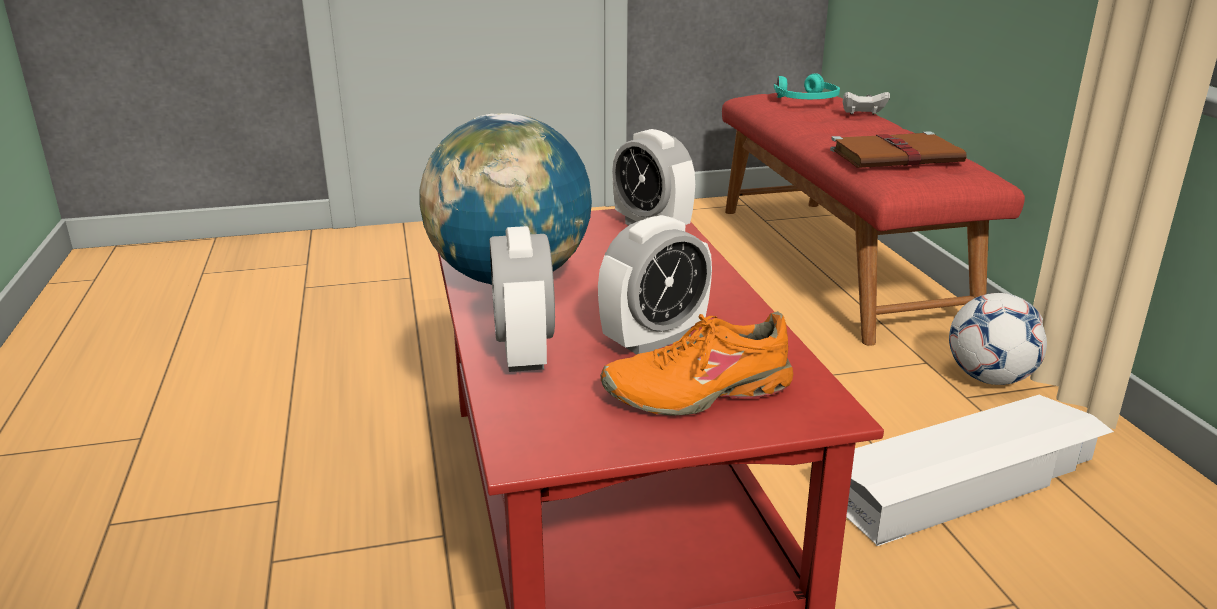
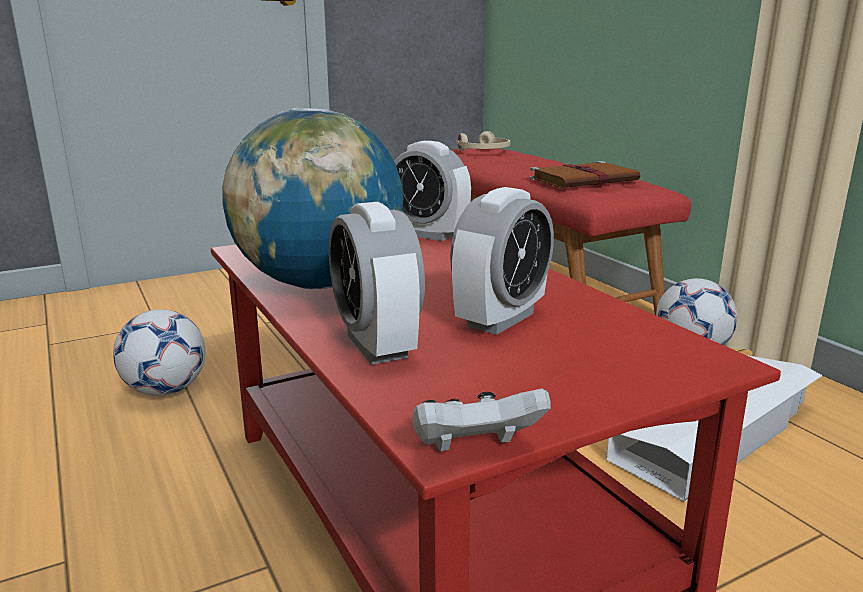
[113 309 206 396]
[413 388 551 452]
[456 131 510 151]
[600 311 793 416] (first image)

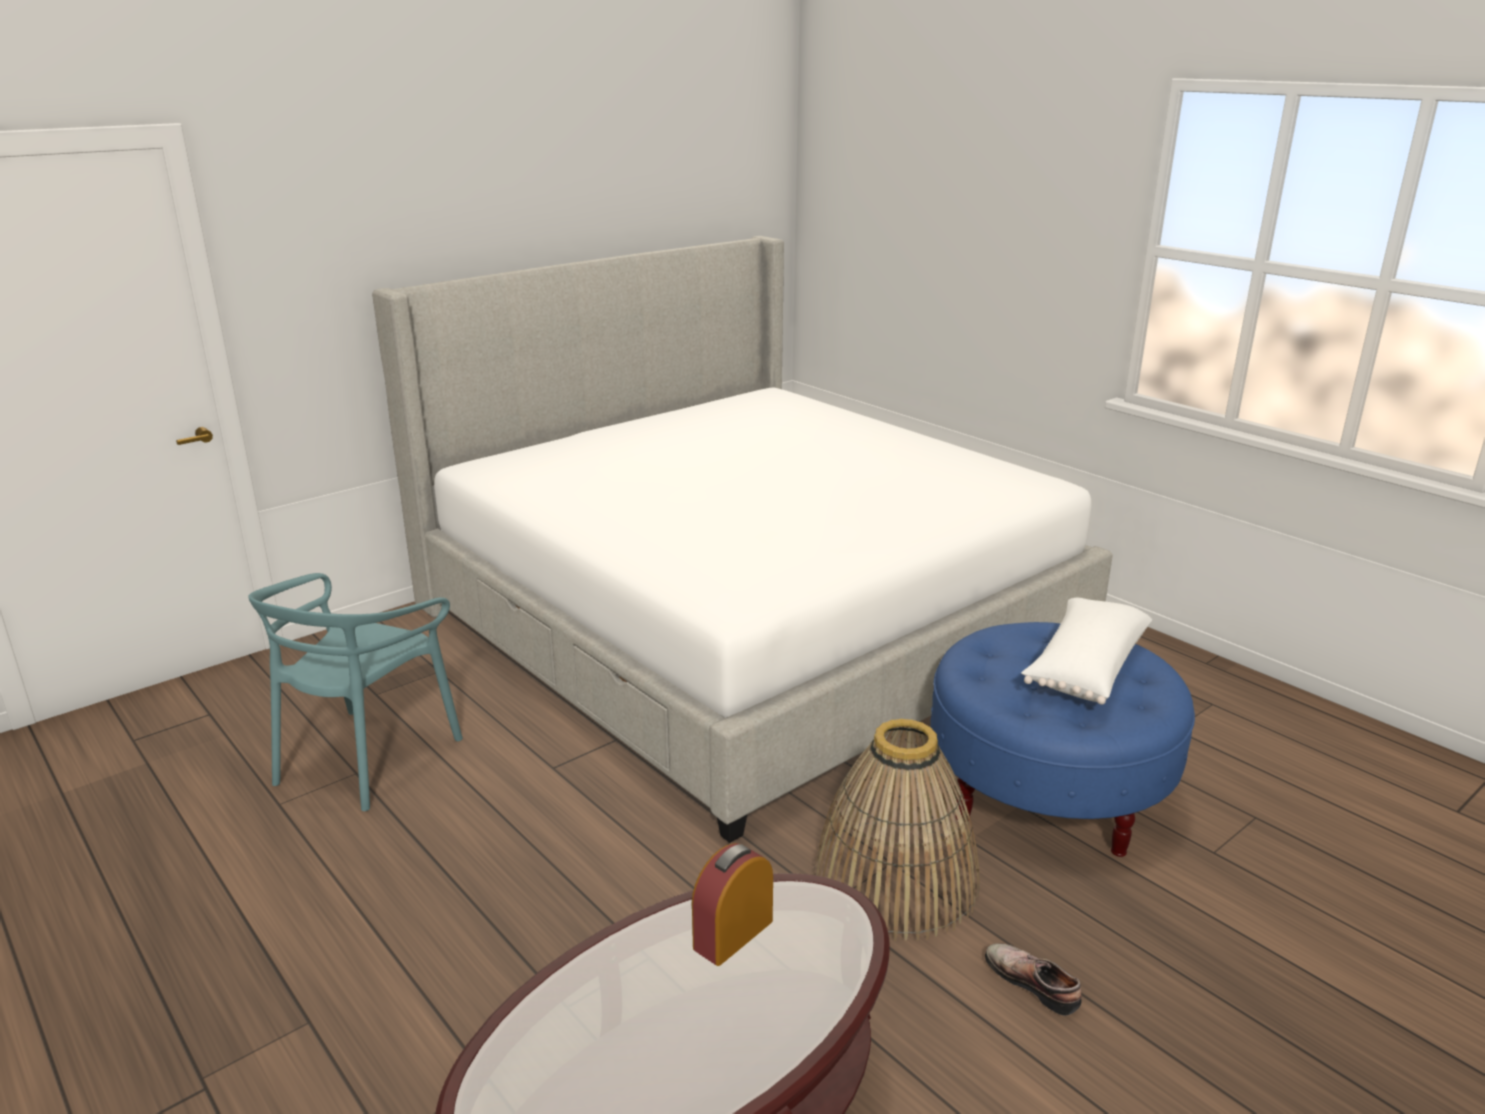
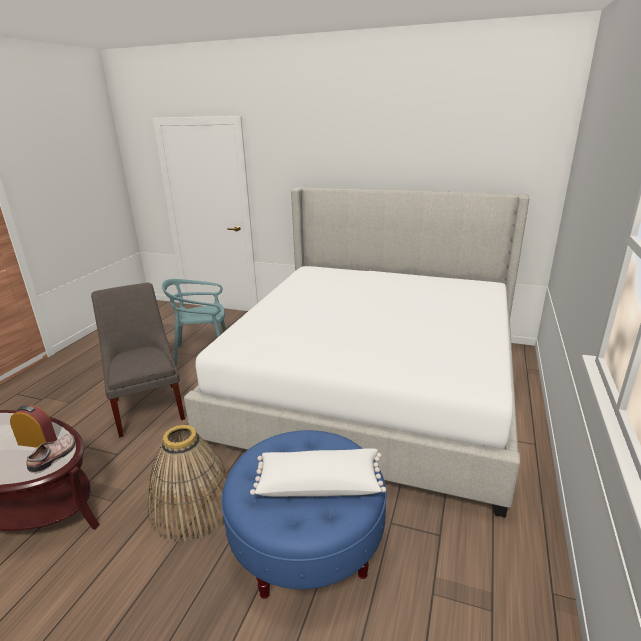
[26 434 75 472]
[91 282 185 437]

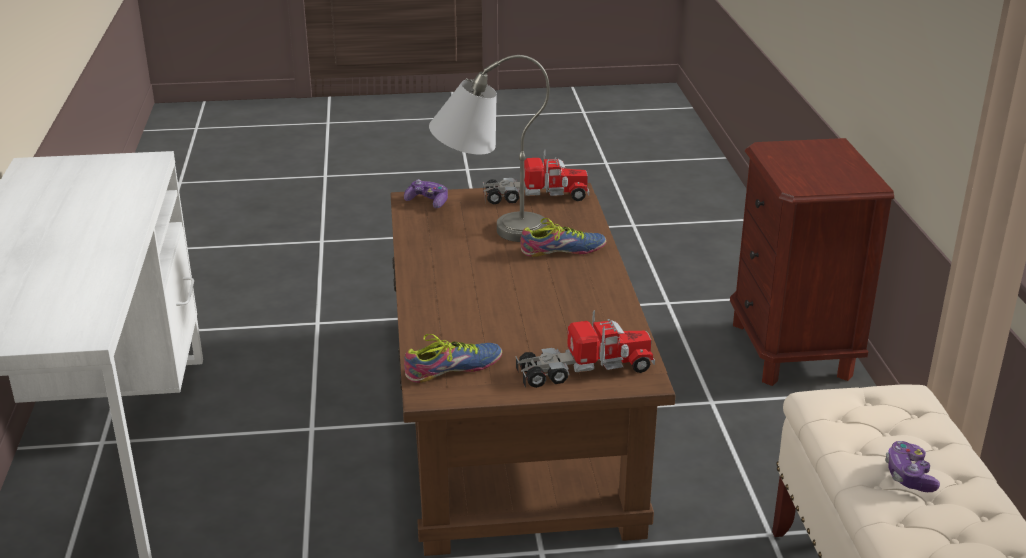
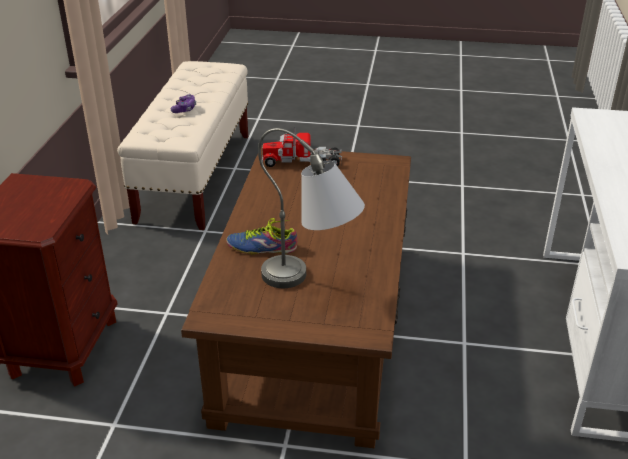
[404 179 448 208] (first image)
[404 334 502 383] (first image)
[483 150 589 204] (first image)

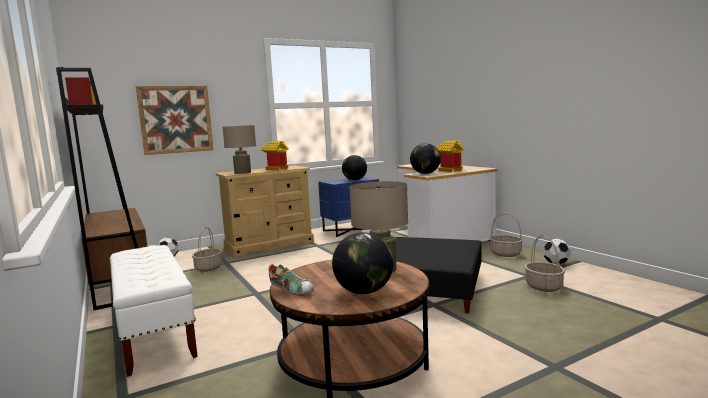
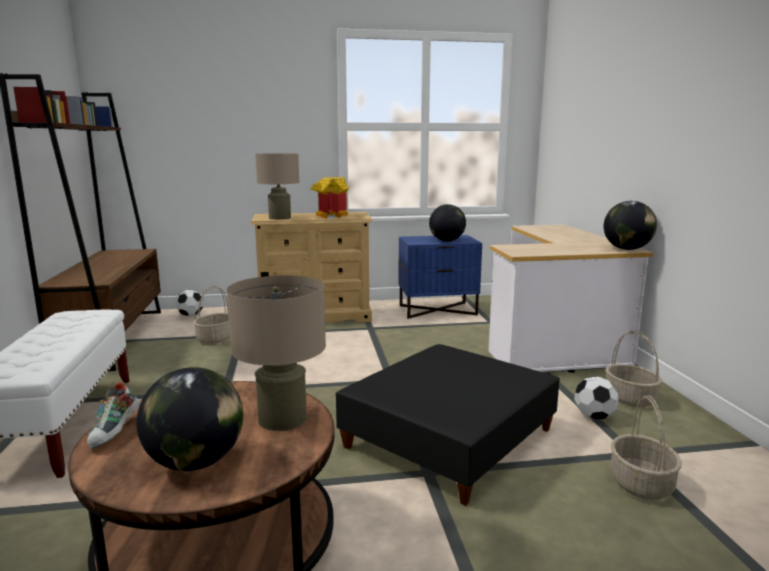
[87 382 140 449]
[574 377 619 420]
[604 201 657 250]
[136 86 214 155] (first image)
[436 140 464 172] (first image)

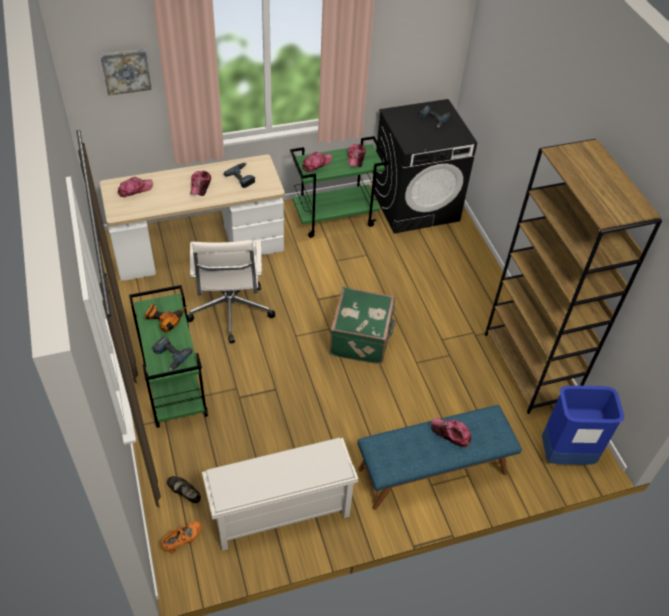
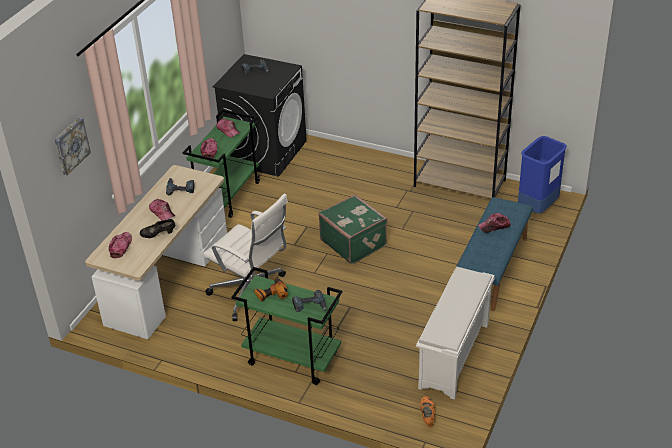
[140 219 175 238]

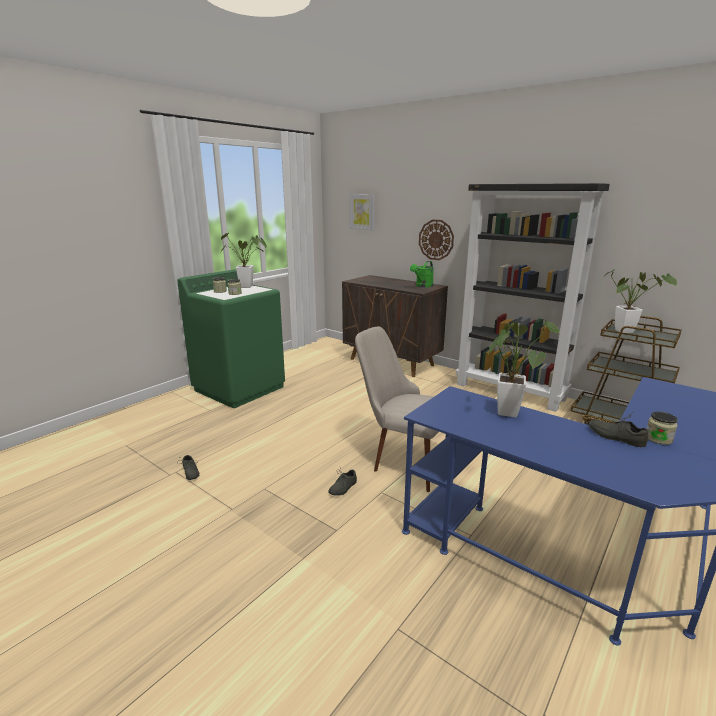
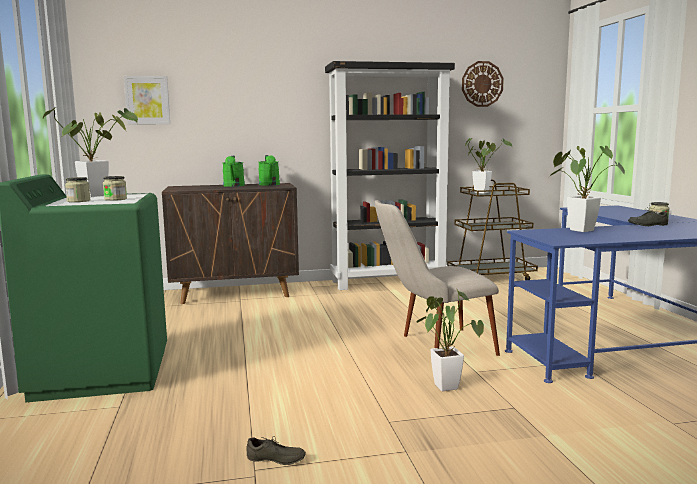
[222 156 245 187]
[416 289 484 391]
[462 61 504 107]

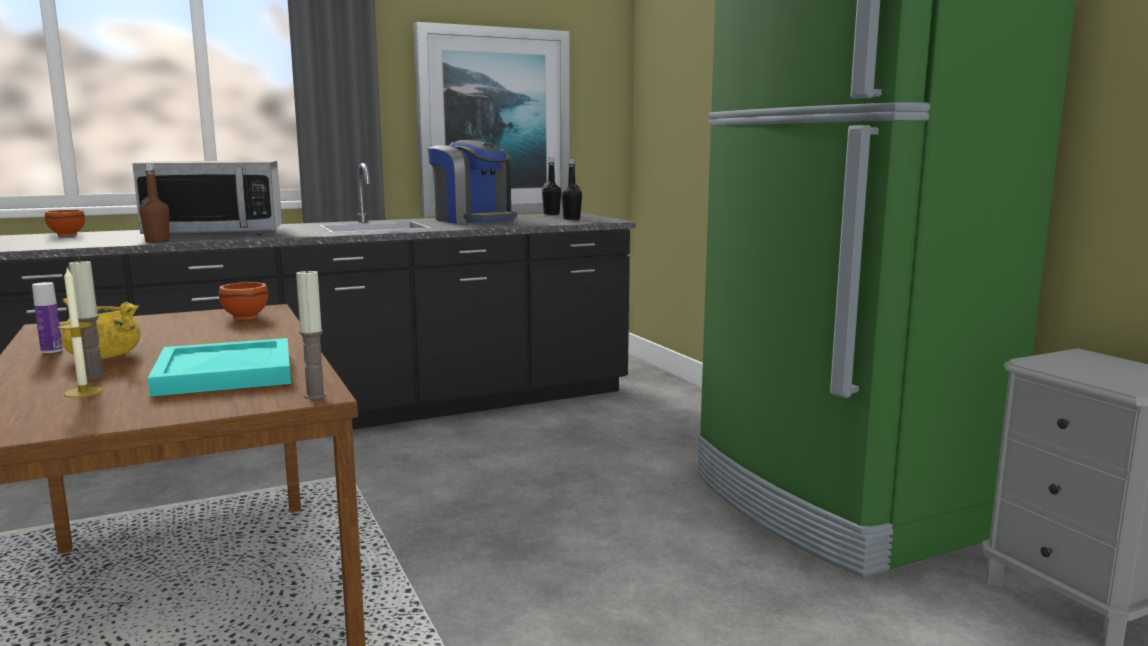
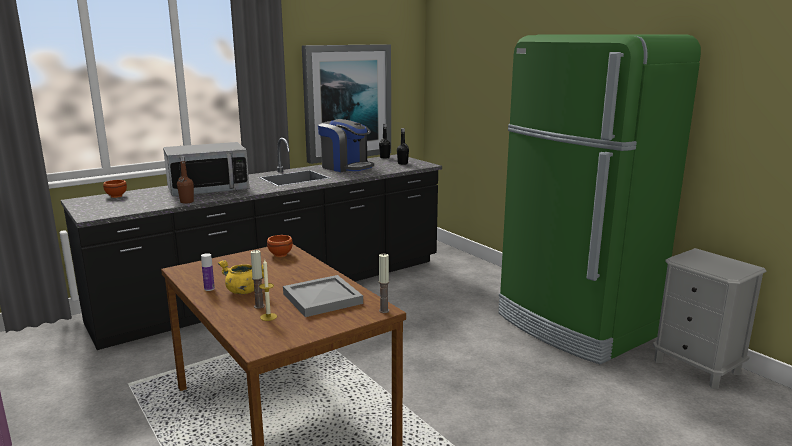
[283 275 363 317]

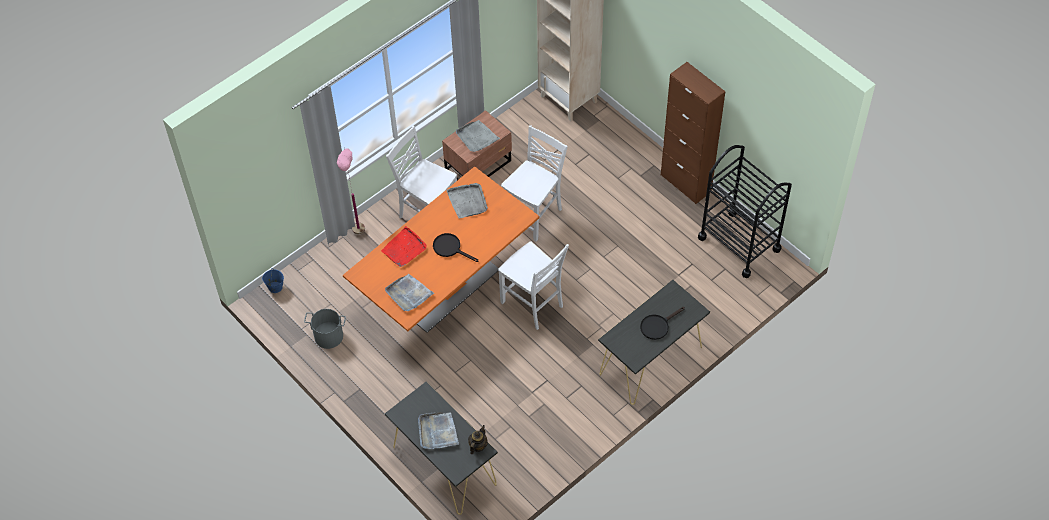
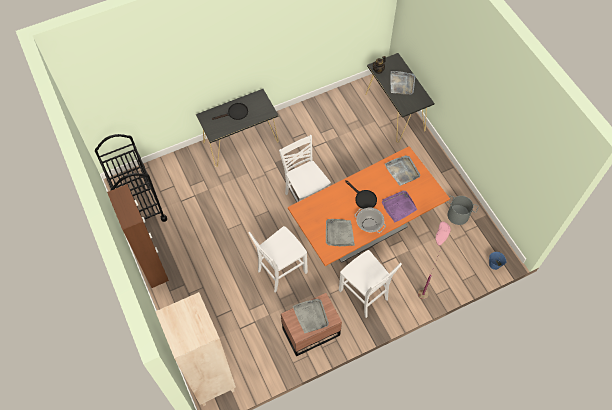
[354 208 386 233]
[382 191 417 222]

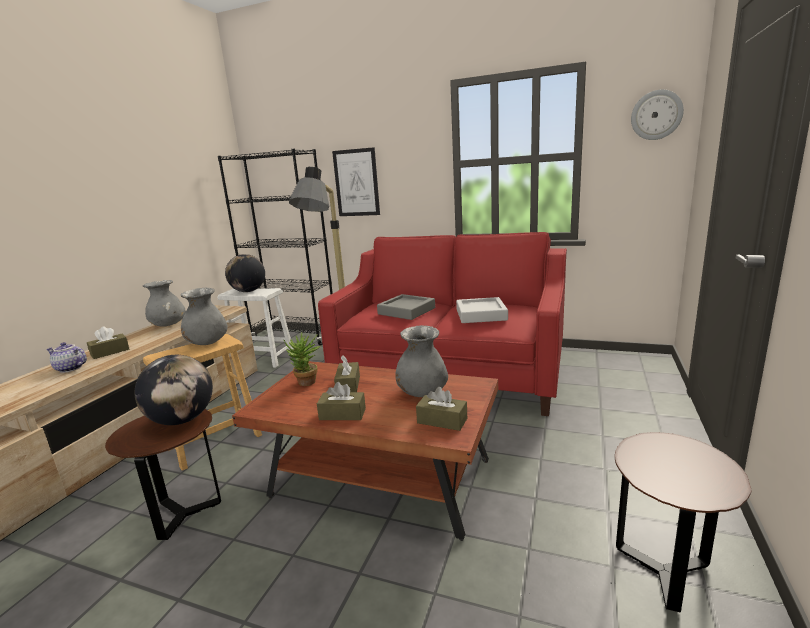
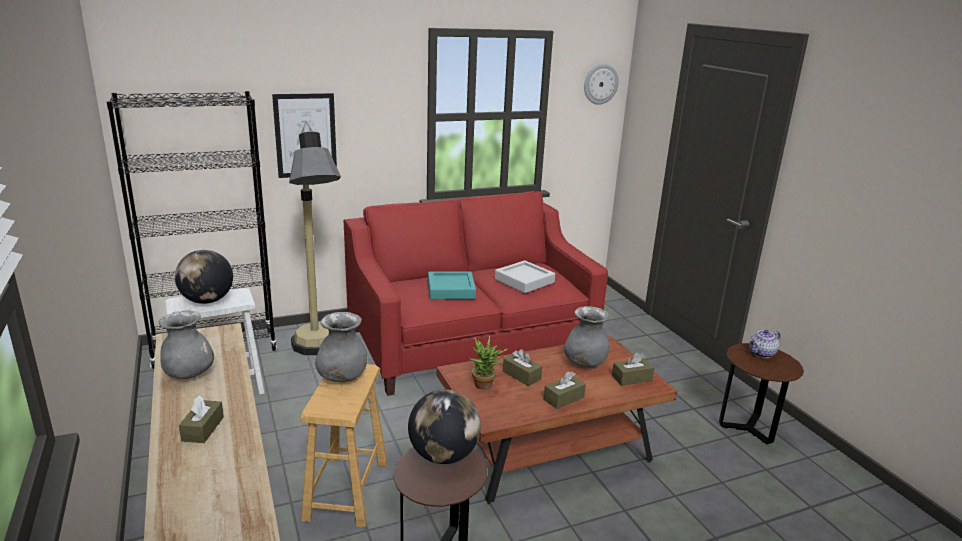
[428 271 476 300]
[749 330 781 358]

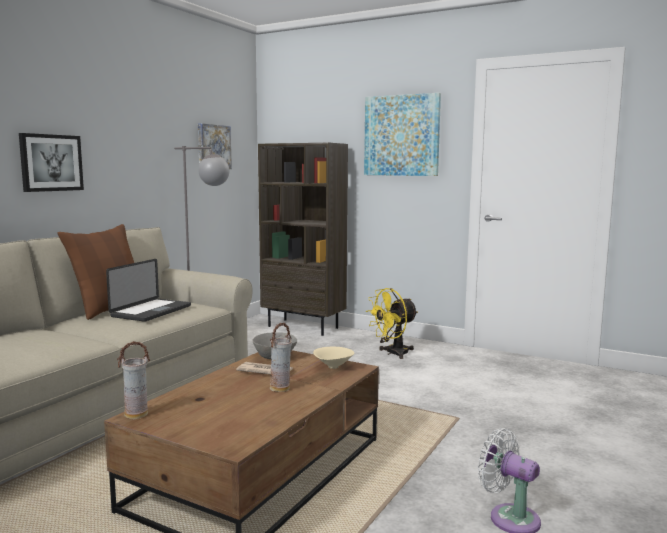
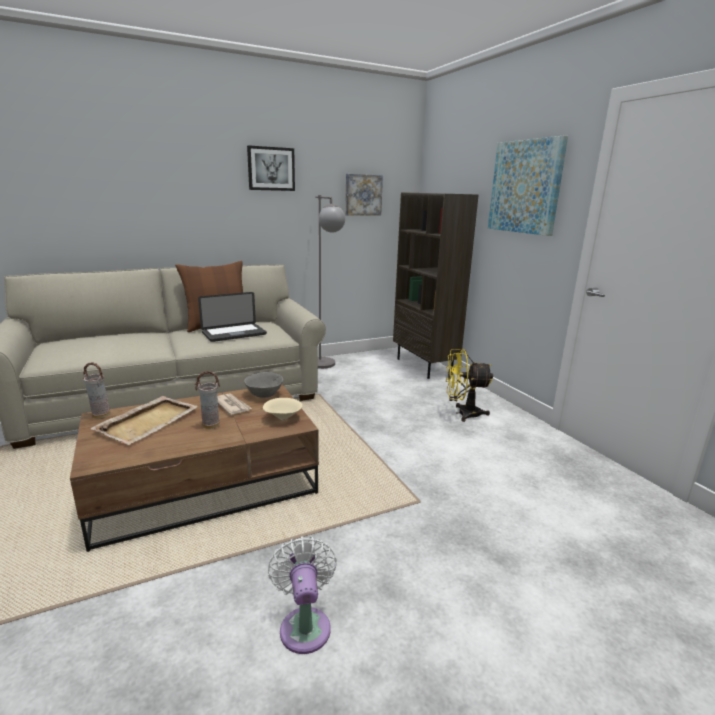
[90 396 198 445]
[247 145 295 191]

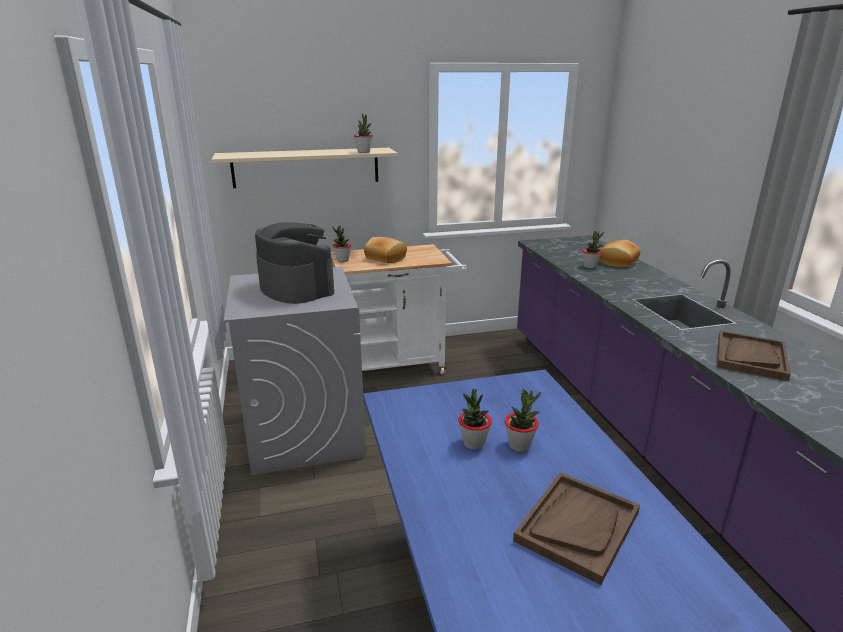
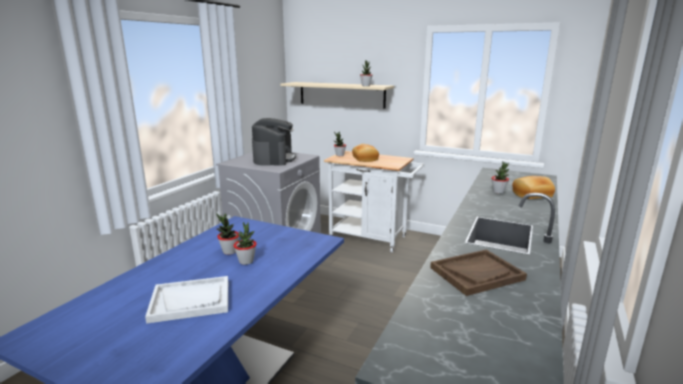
[145 276 228 324]

